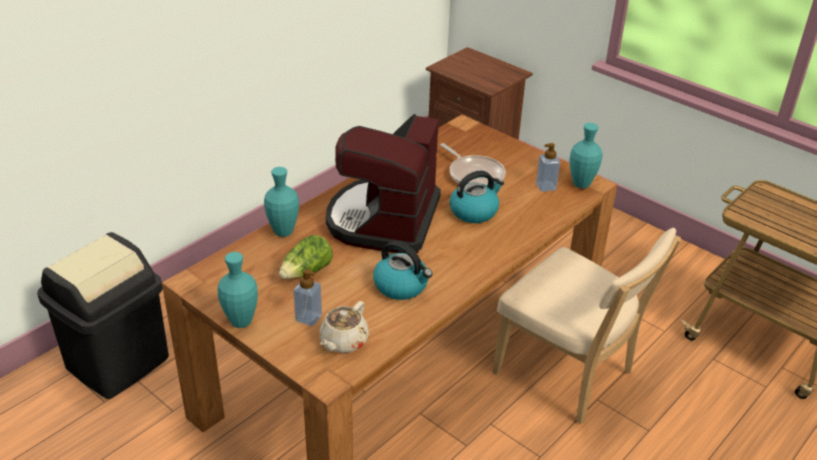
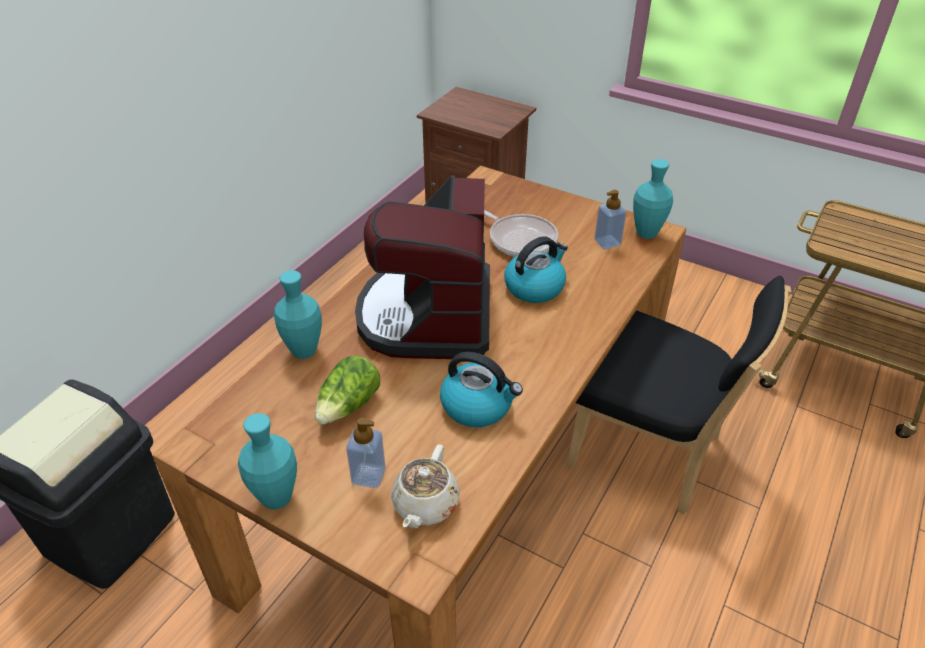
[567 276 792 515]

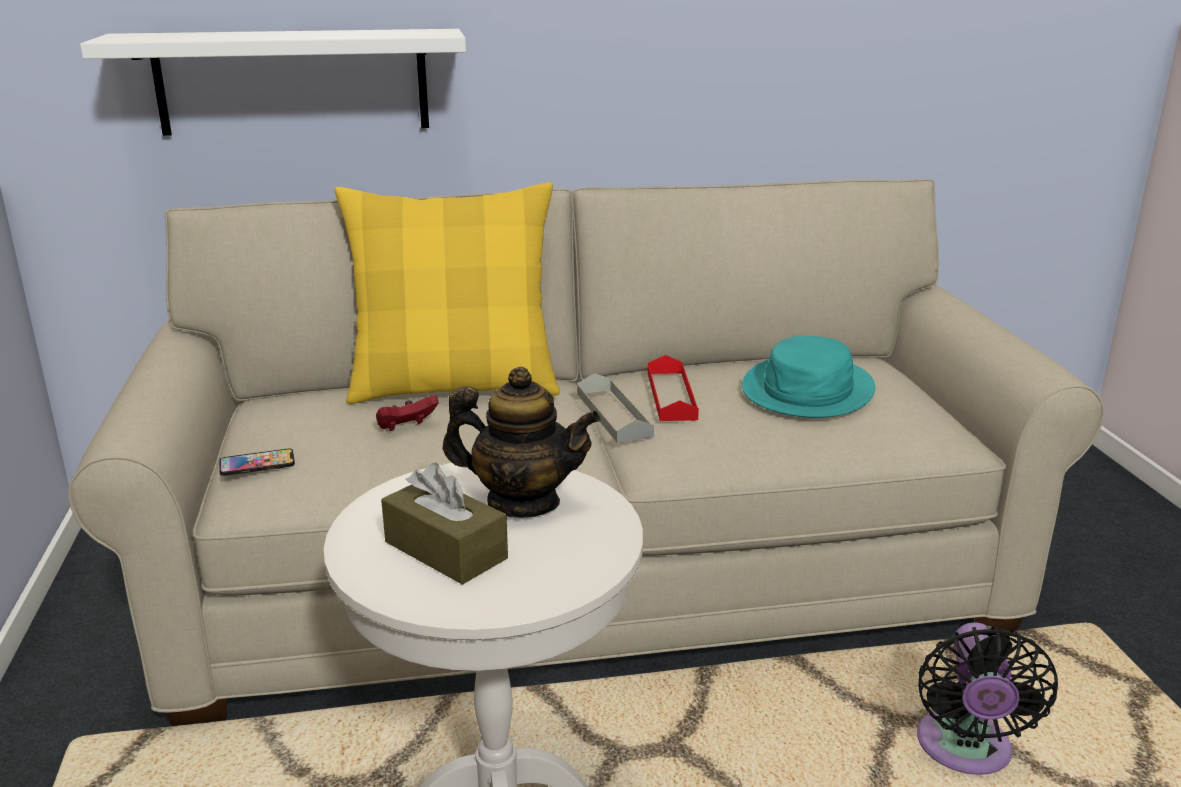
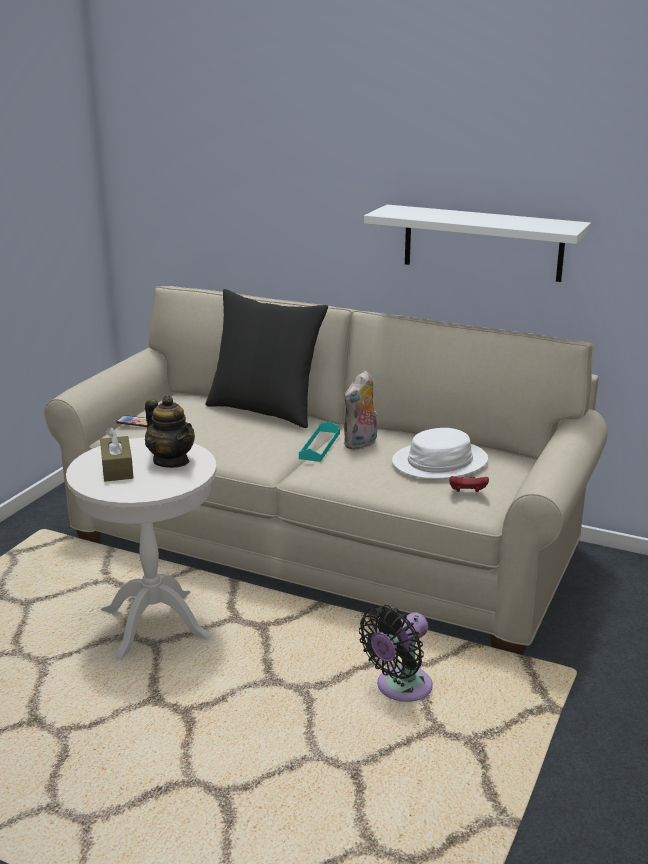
[205 289 328 428]
[299 421 340 462]
[343 370 378 450]
[364 204 591 282]
[392 428 488 479]
[449 476 489 492]

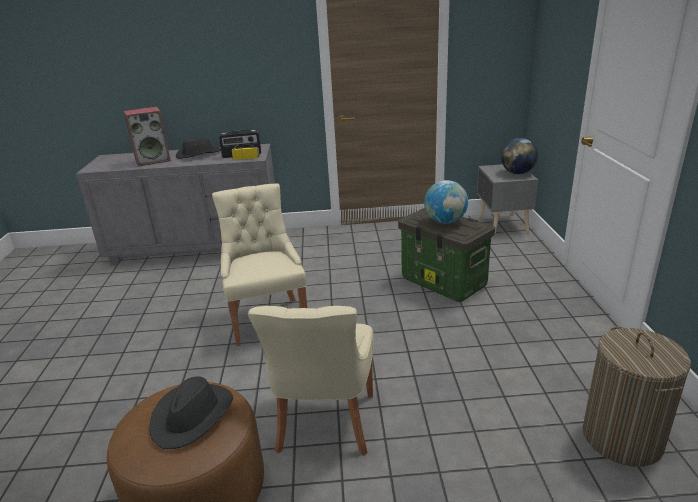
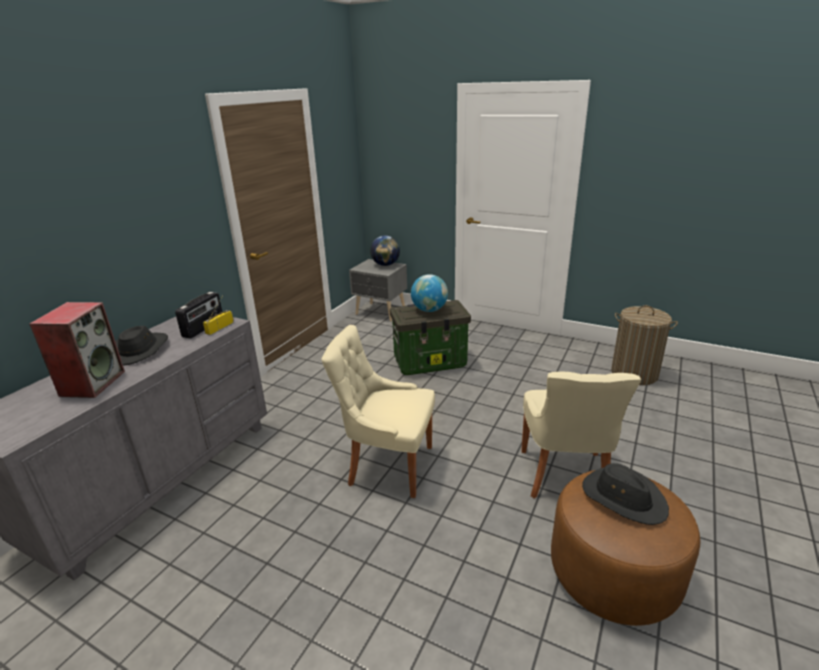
[521 371 641 499]

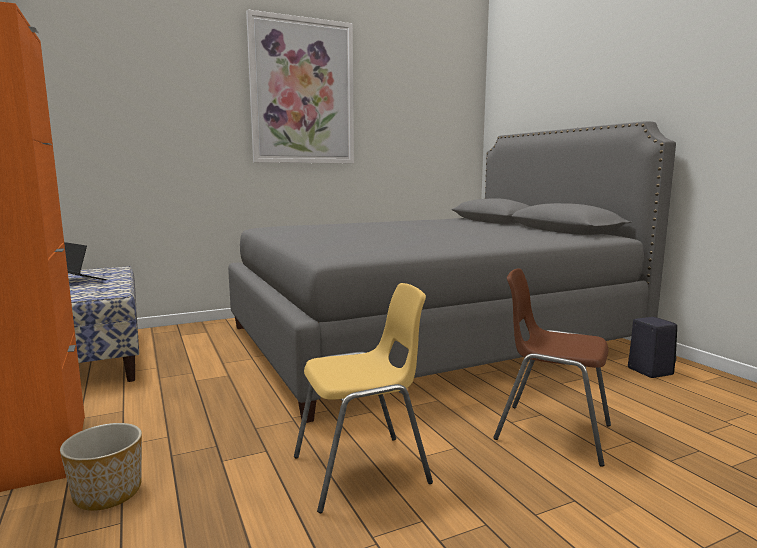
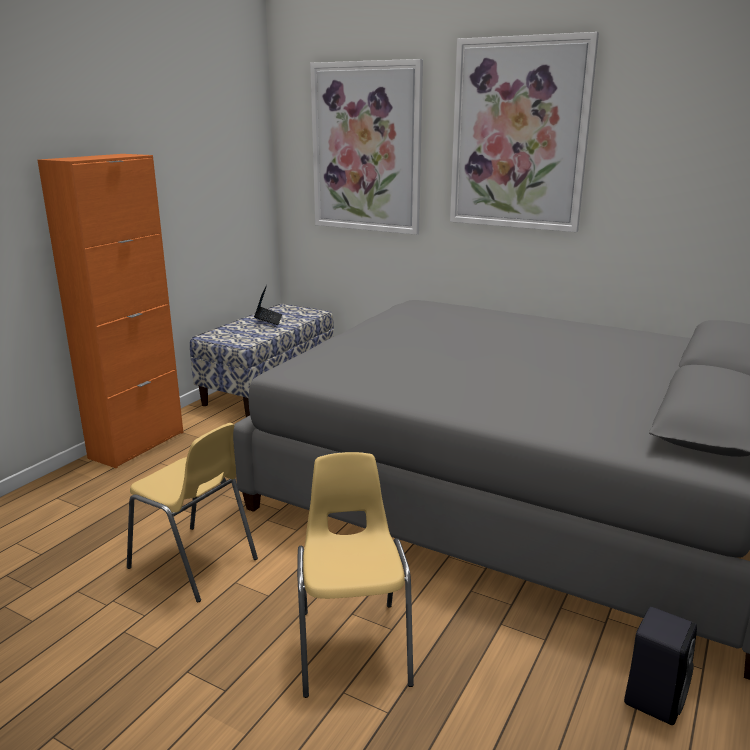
[297 452 414 698]
[310 59 423 235]
[60 423 142 511] (first image)

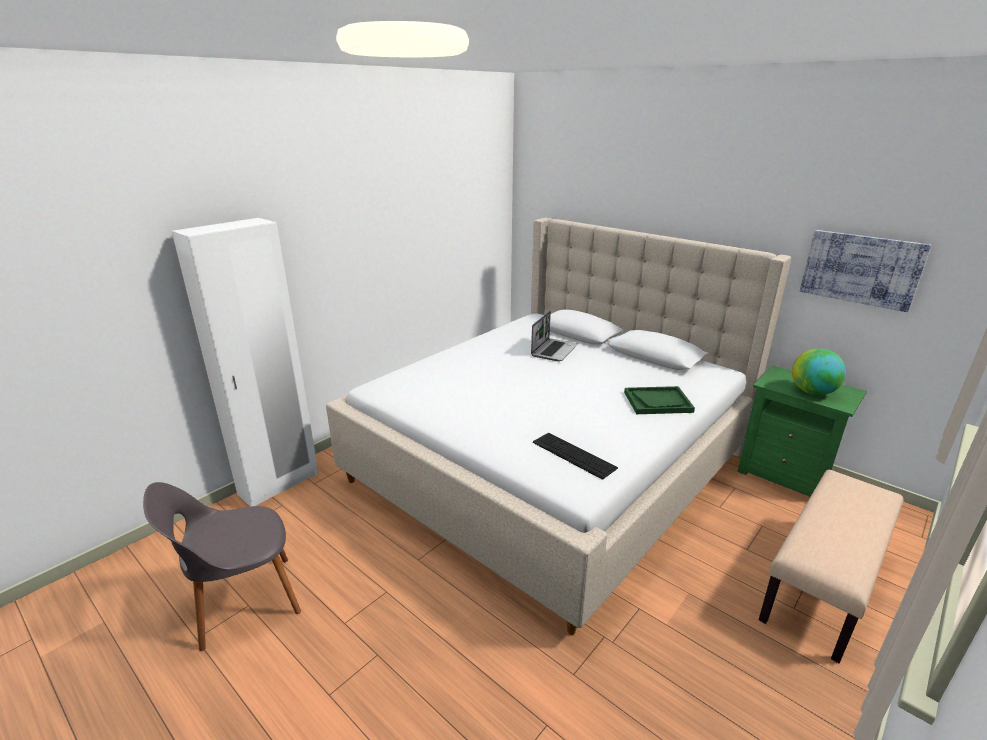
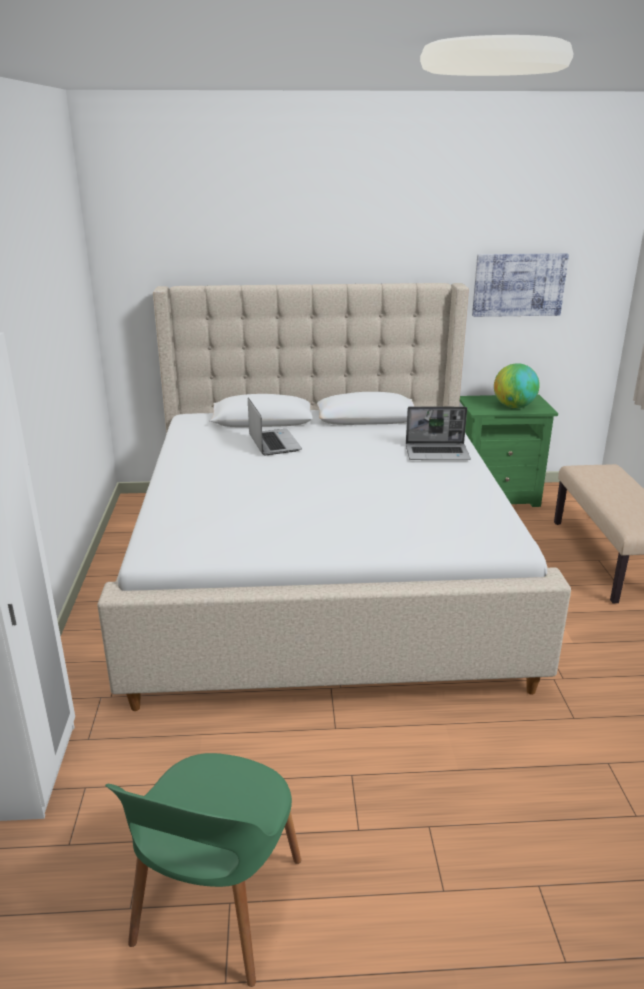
[105 753 301 987]
[406 406 471 460]
[533 433 618 480] (first image)

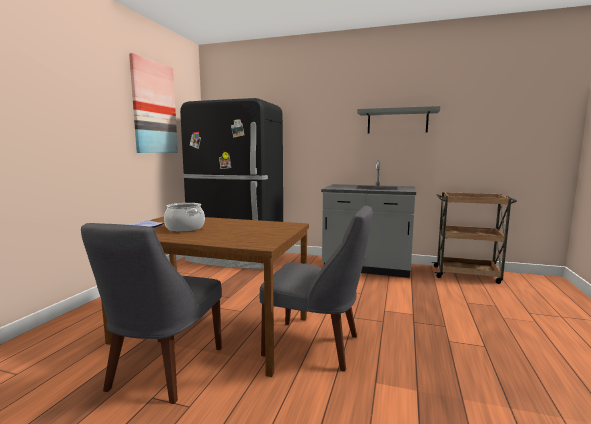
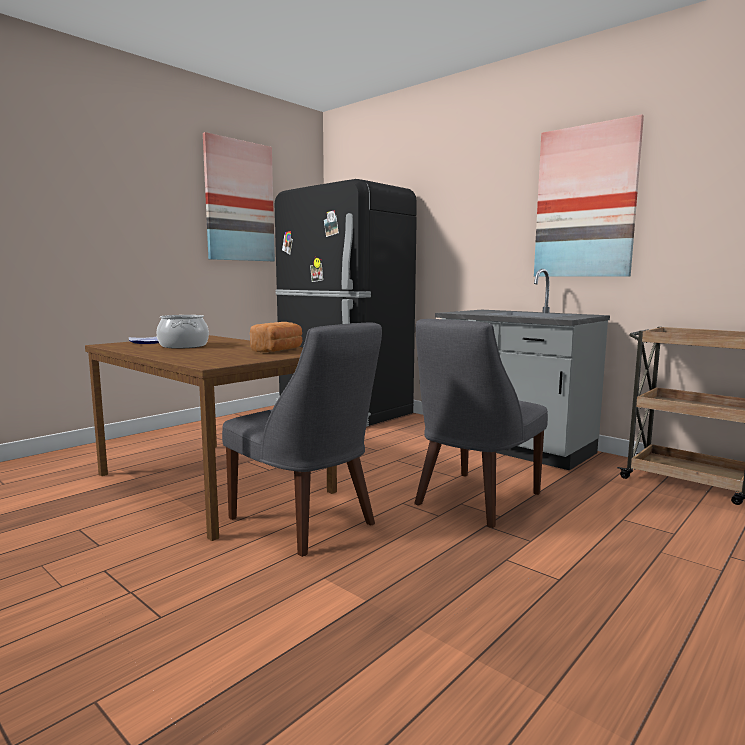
[250 322 302 352]
[414 319 548 528]
[534 114 644 277]

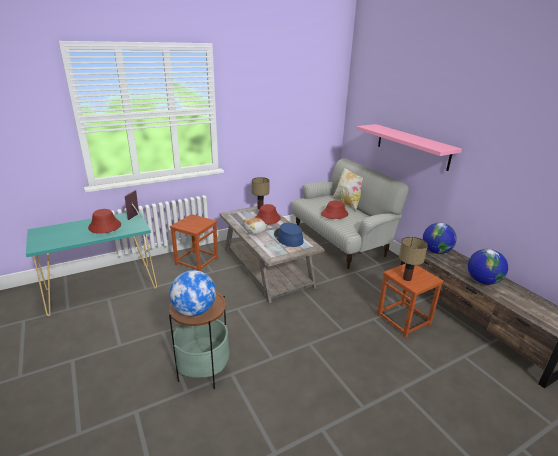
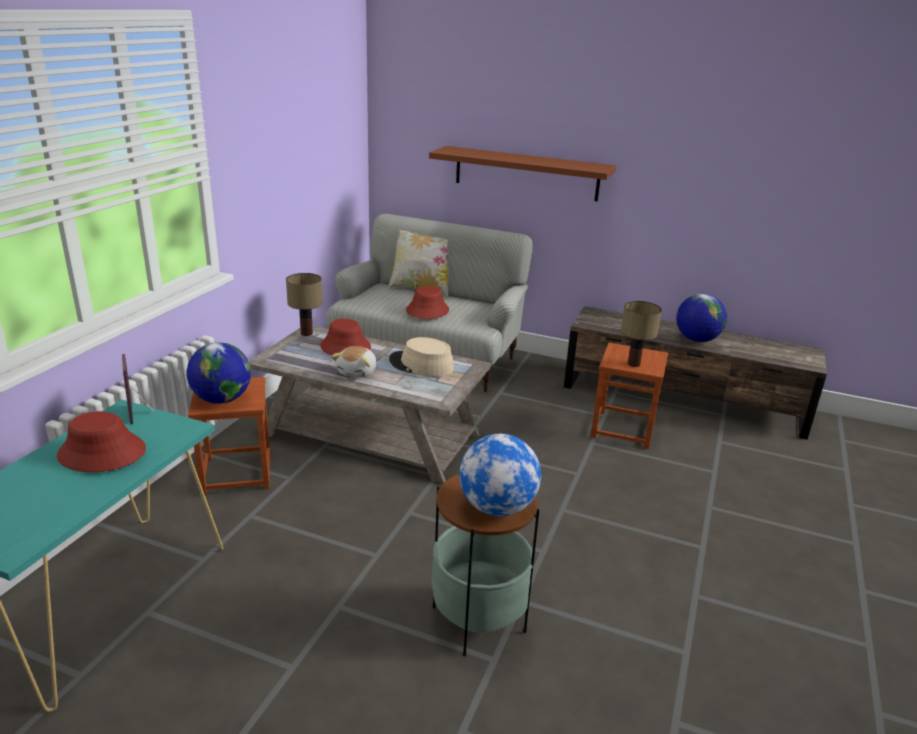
[187 342 251 404]
[389 337 454 377]
[429 146 616 201]

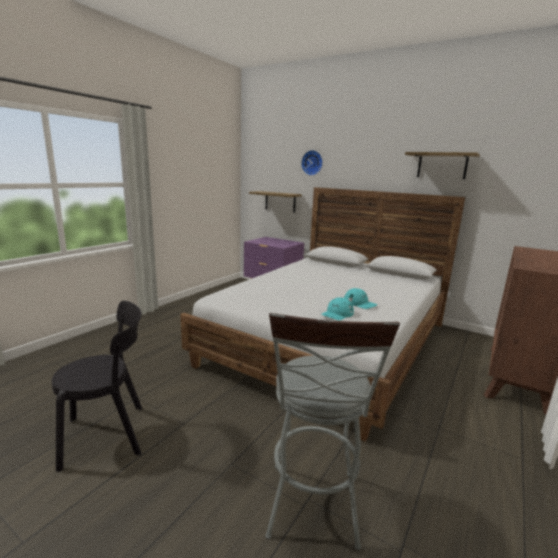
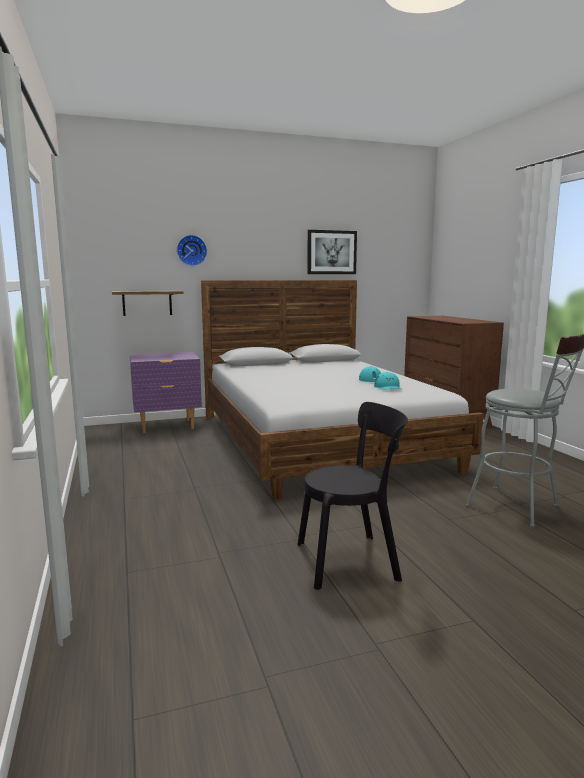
[298 402 408 590]
[307 230 357 274]

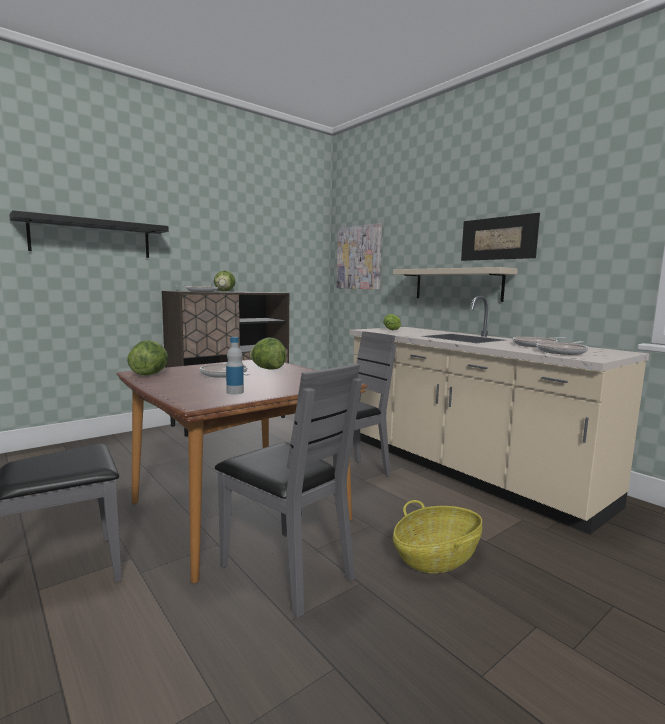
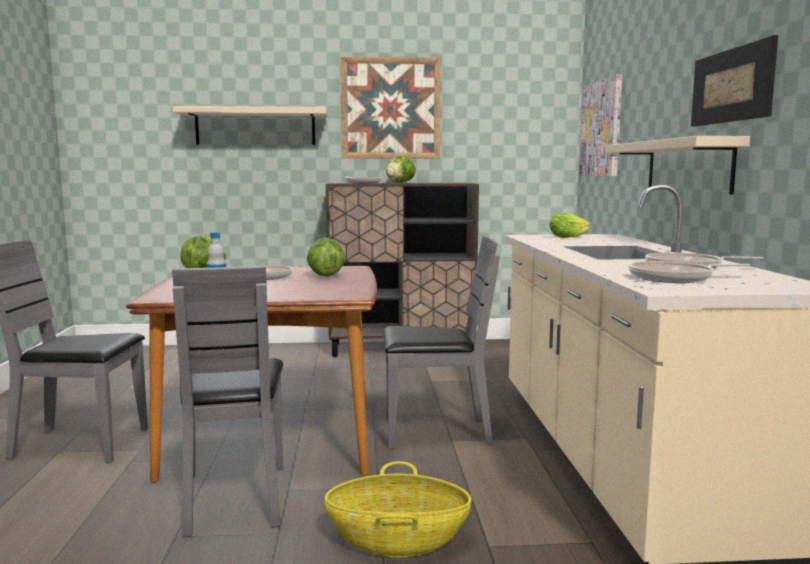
[173 106 328 145]
[340 57 441 159]

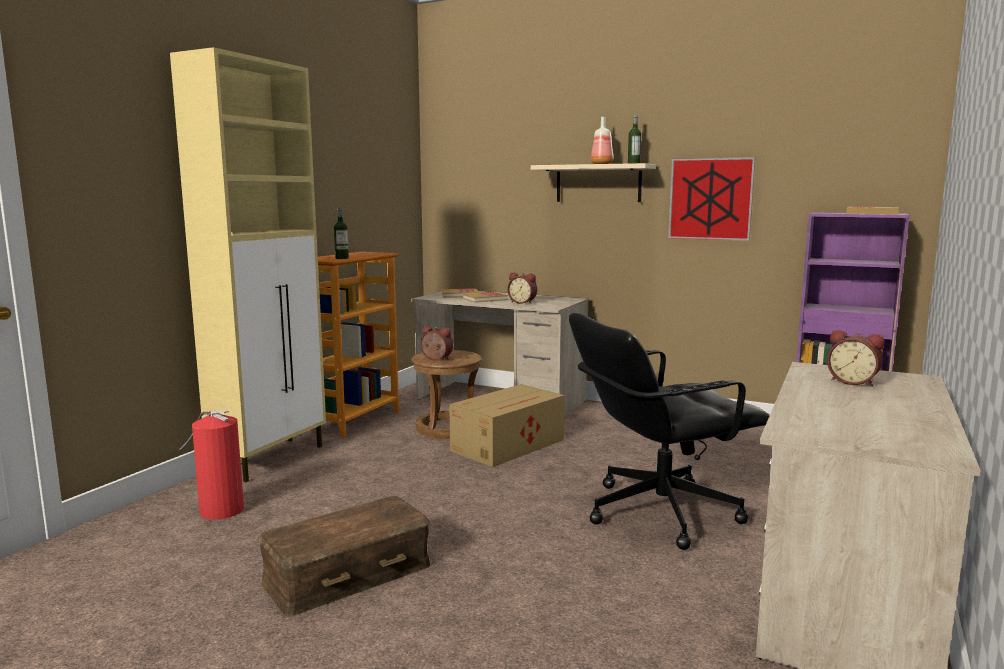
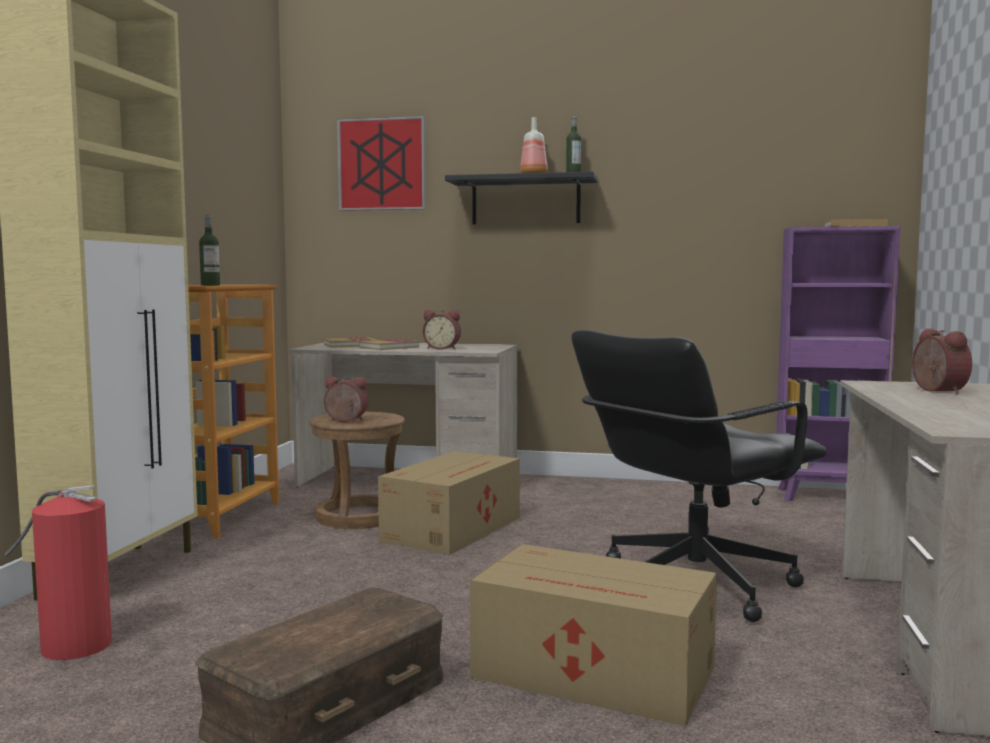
[337 116 426 211]
[445 172 598 224]
[470 544 717 726]
[912 328 972 394]

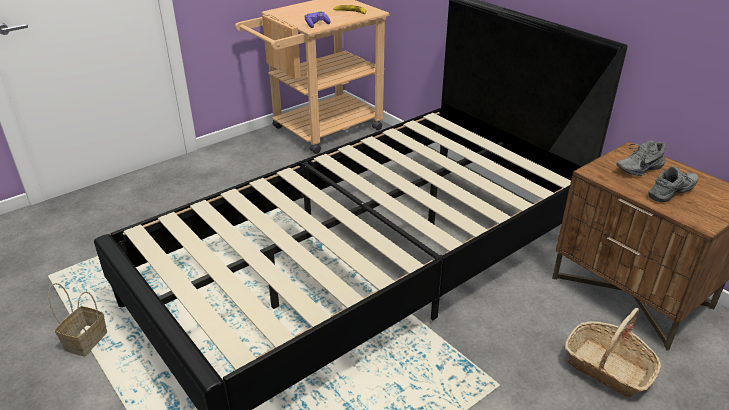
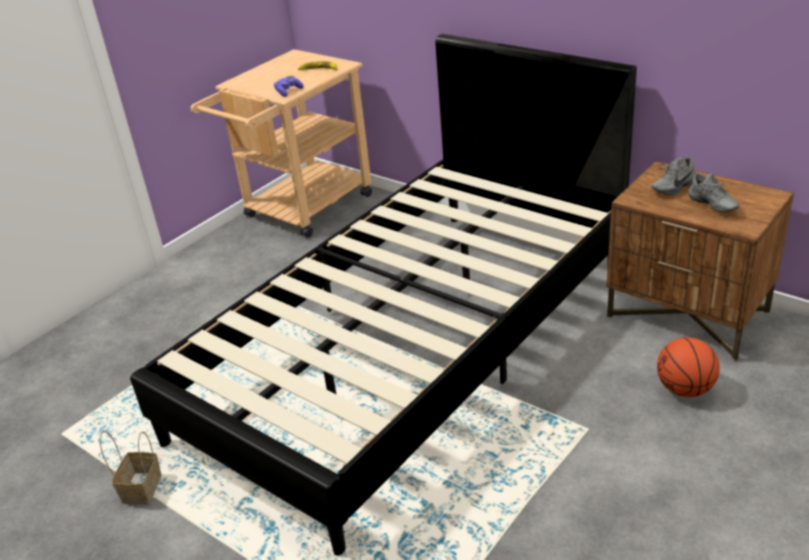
[657 337 720 397]
[688 173 739 213]

